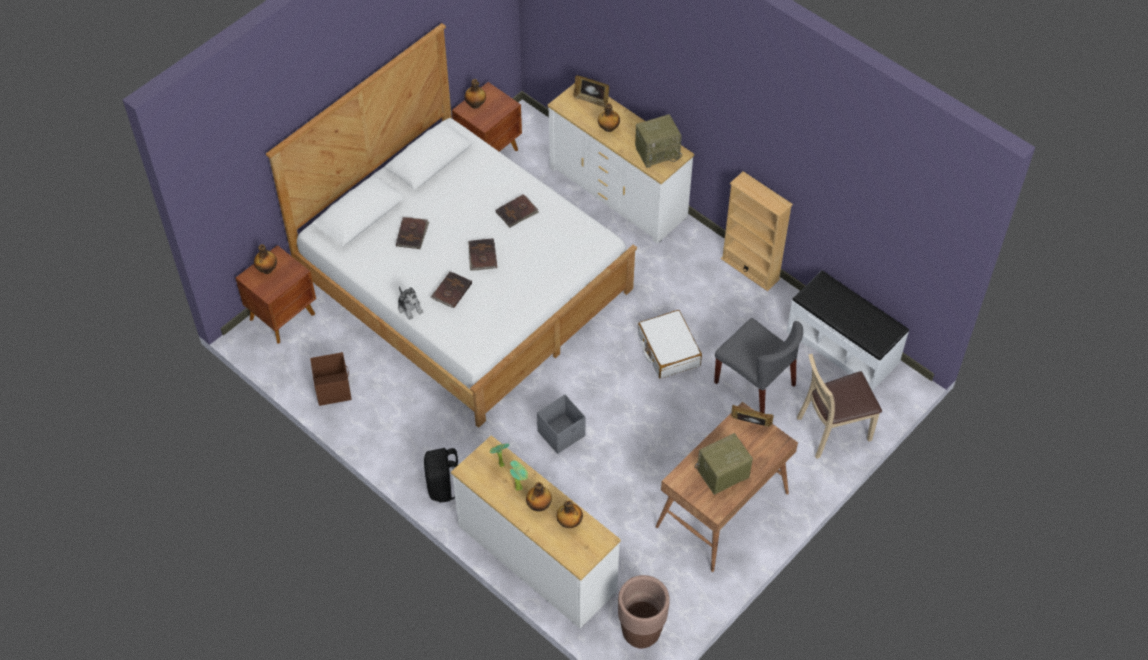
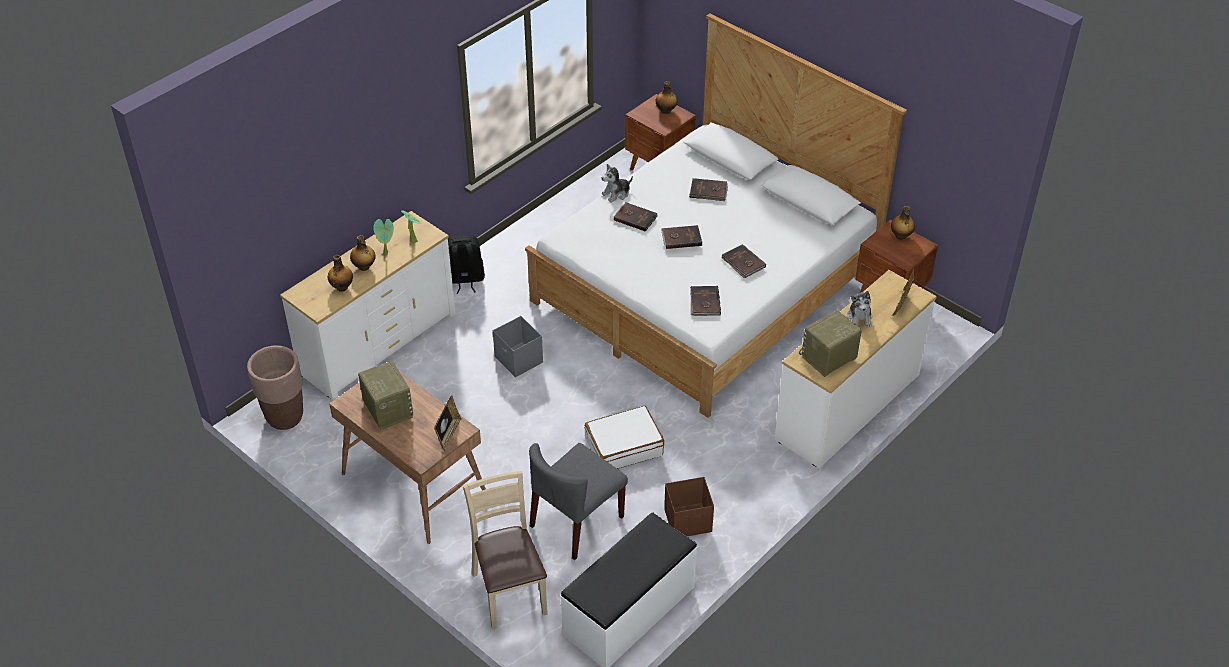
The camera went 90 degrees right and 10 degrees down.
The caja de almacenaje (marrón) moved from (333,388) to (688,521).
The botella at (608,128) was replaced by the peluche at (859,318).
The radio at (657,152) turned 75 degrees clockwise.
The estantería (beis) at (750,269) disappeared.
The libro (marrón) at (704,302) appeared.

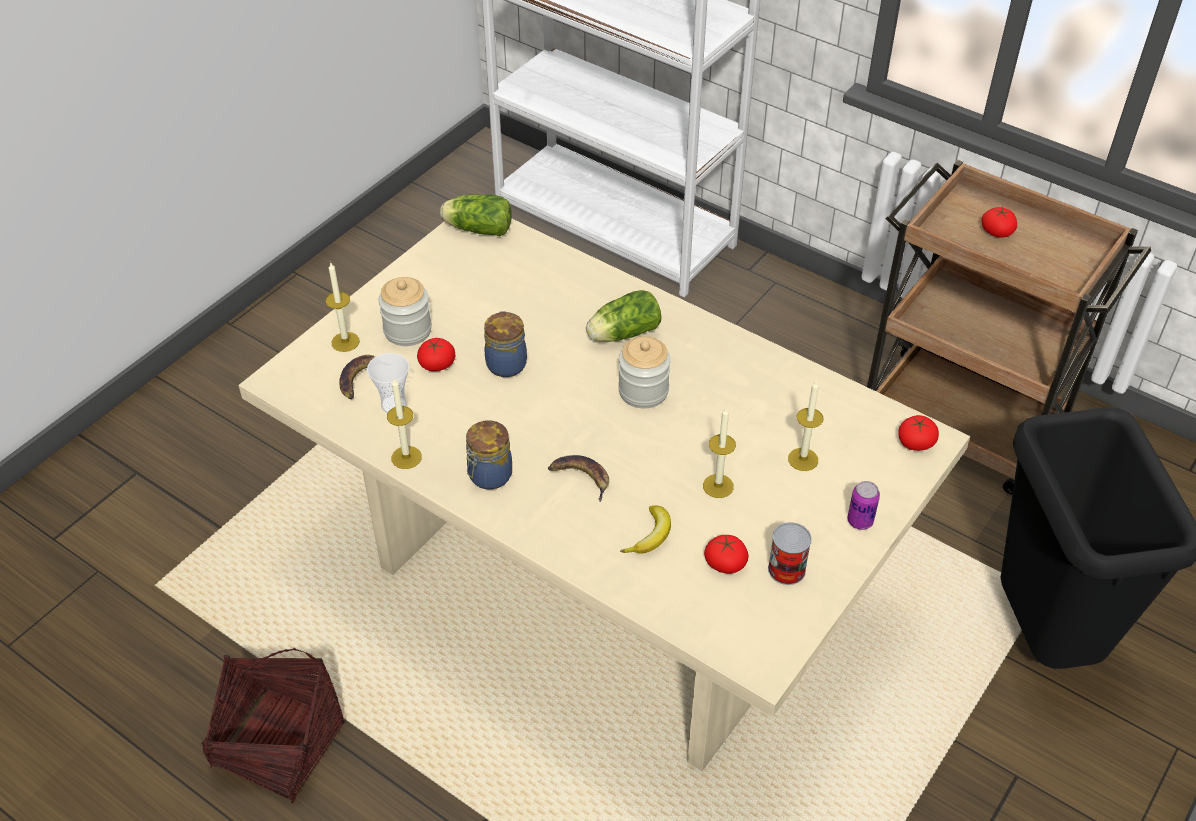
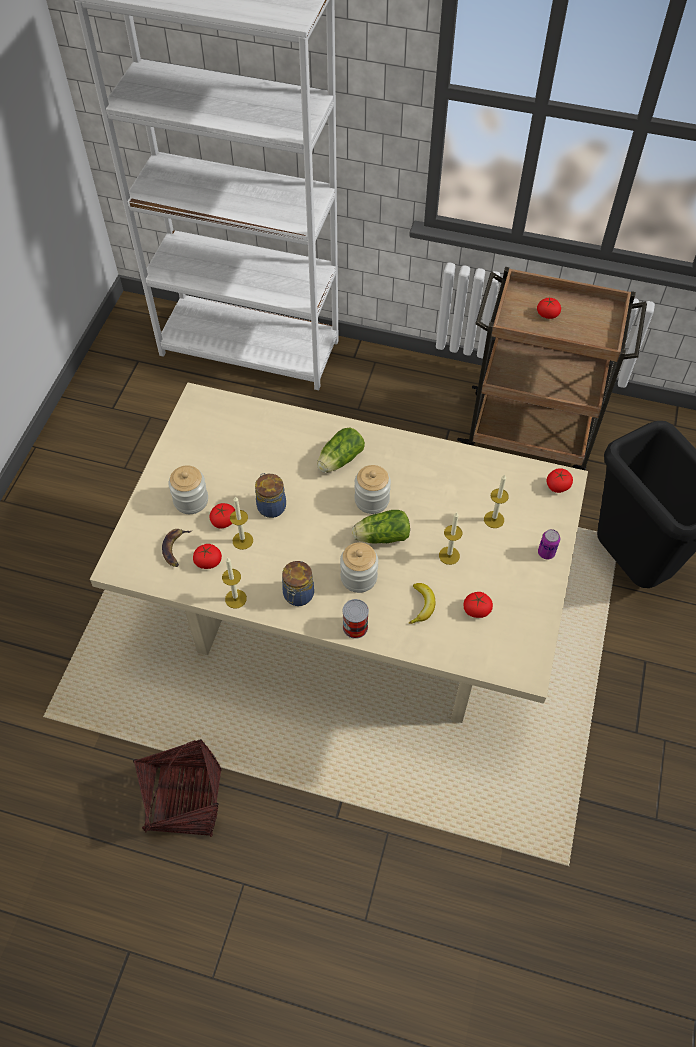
The camera went 20 degrees left and 10 degrees up.
The vela moved from (345,342) to (242,540).
The taza at (394,405) was replaced by the tomate at (208,561).
The lechuga moved from (476,228) to (380,536).
The plátano at (580,477) was replaced by the tarro at (358,577).
The lata moved from (786,569) to (355,627).

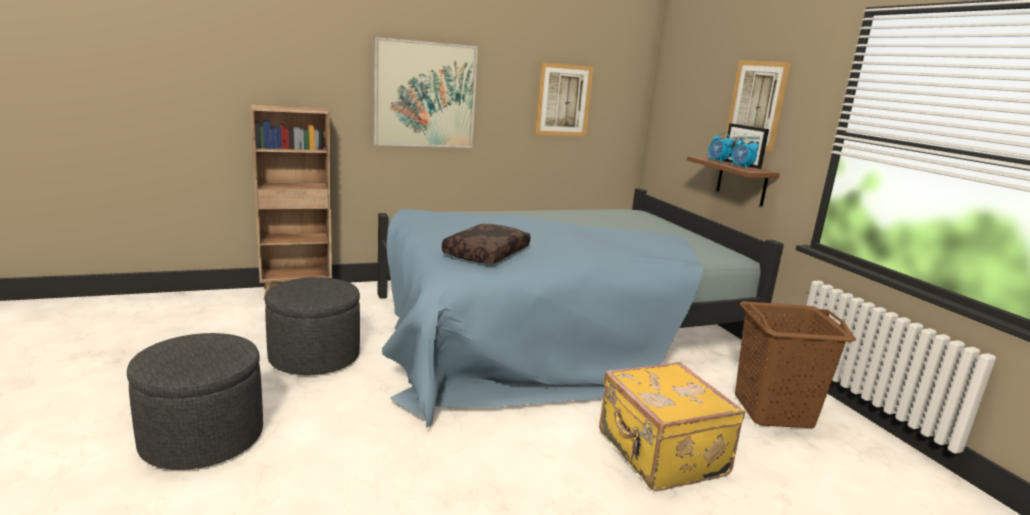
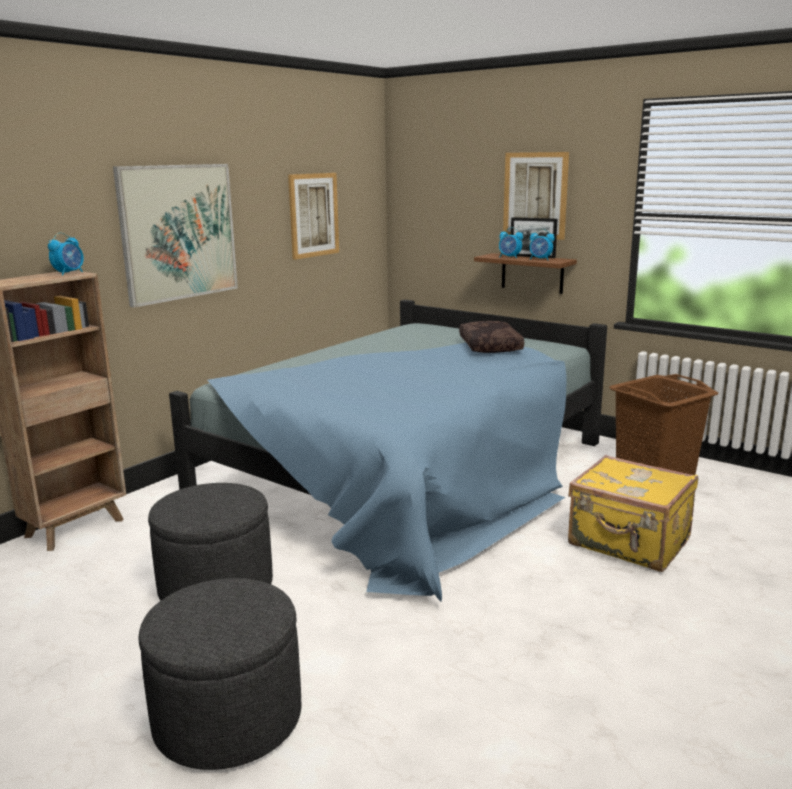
The camera went 30 degrees left and 0 degrees up.
The cojín (marrón) moved from (486,253) to (488,346).
The despertador at (69,273) appeared.

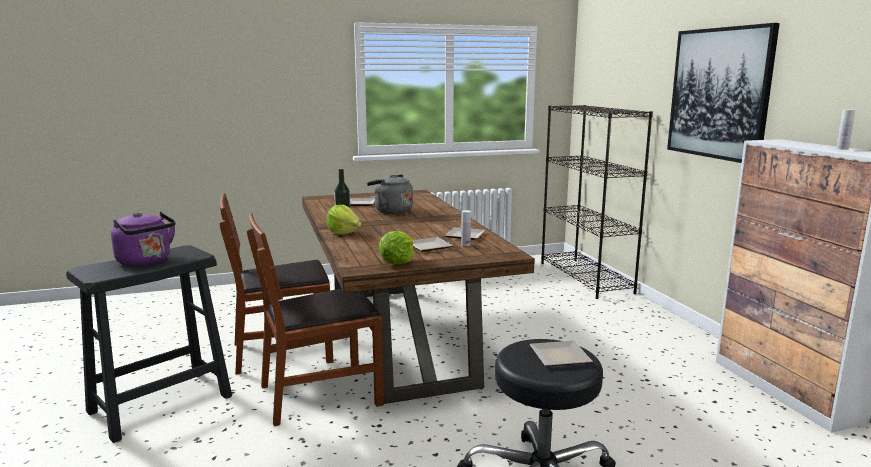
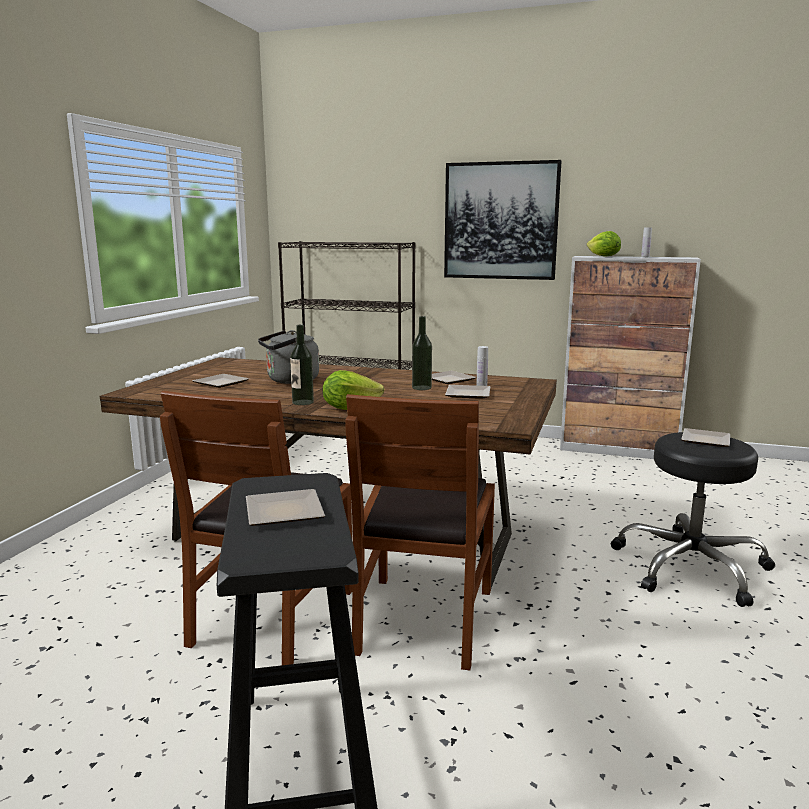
The camera went 55 degrees left and 0 degrees up.
The hervidor (morado) at (146,261) was replaced by the plato at (287,513).
The lechuga moved from (397,262) to (603,256).
The botella at (421,388) appeared.

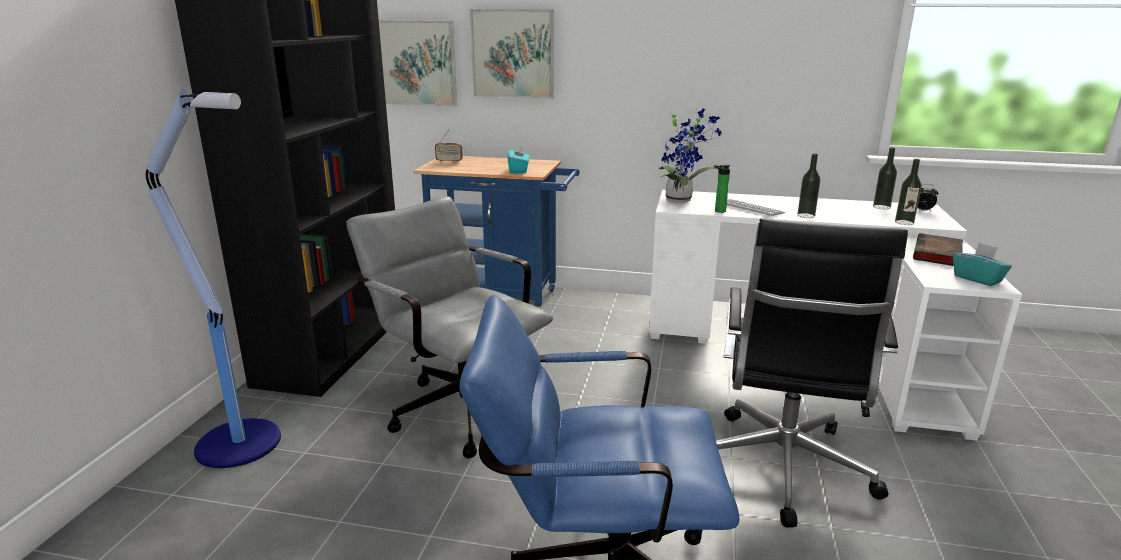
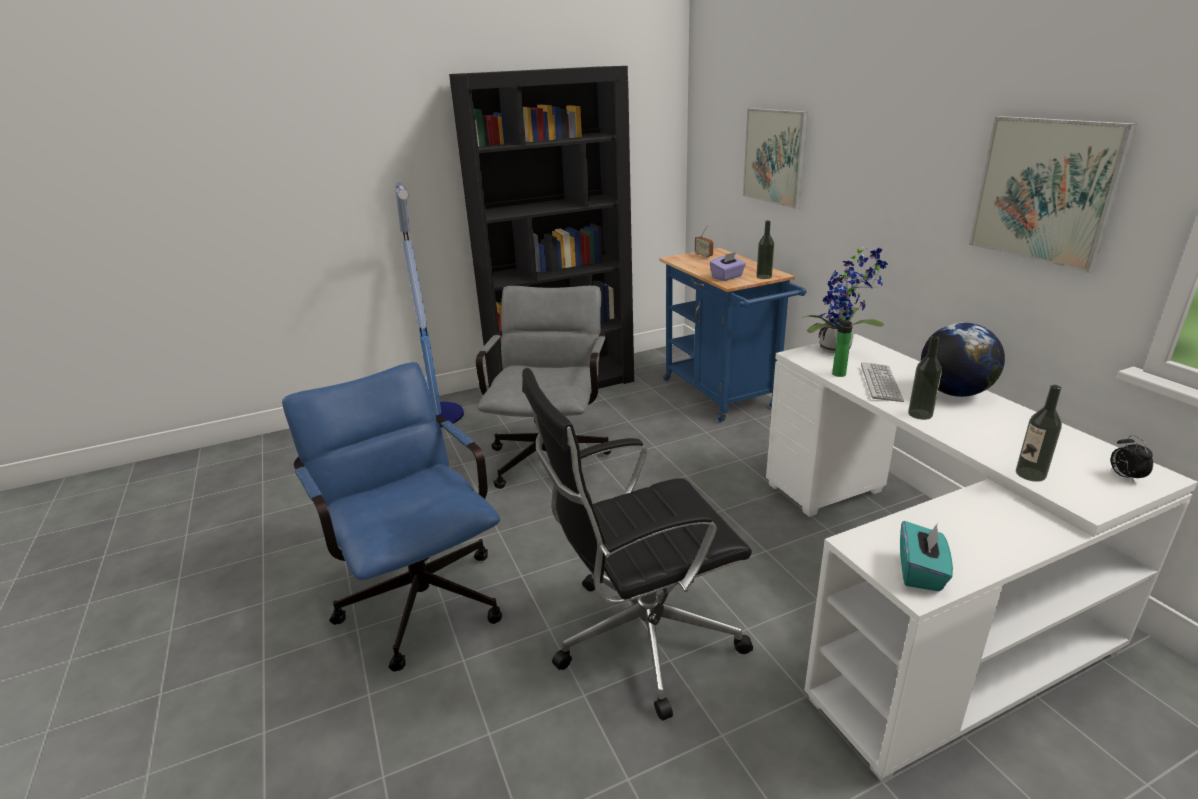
The camera went 55 degrees right and 5 degrees up.
The cuadro moved from (416,63) to (1045,191).
The caja de pañuelos (turquesa) at (518,170) became the caja de pañuelos (morado) at (727,277).
The botella moved from (881,207) to (764,277).
The libro at (938,254) disappeared.
The globo terráqueo at (954,392) appeared.

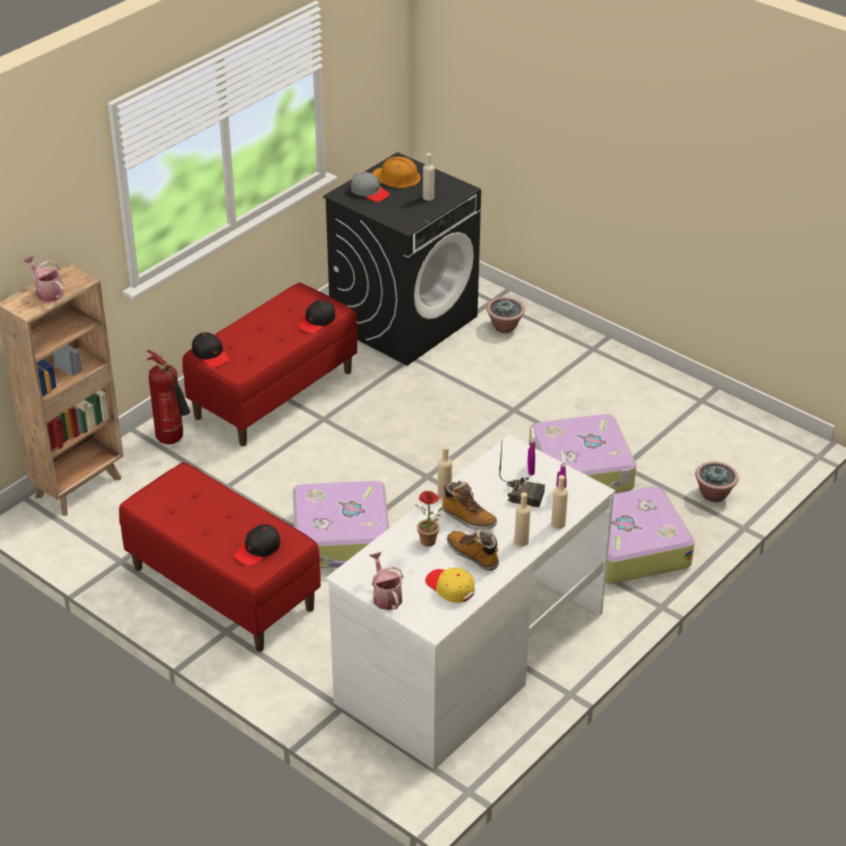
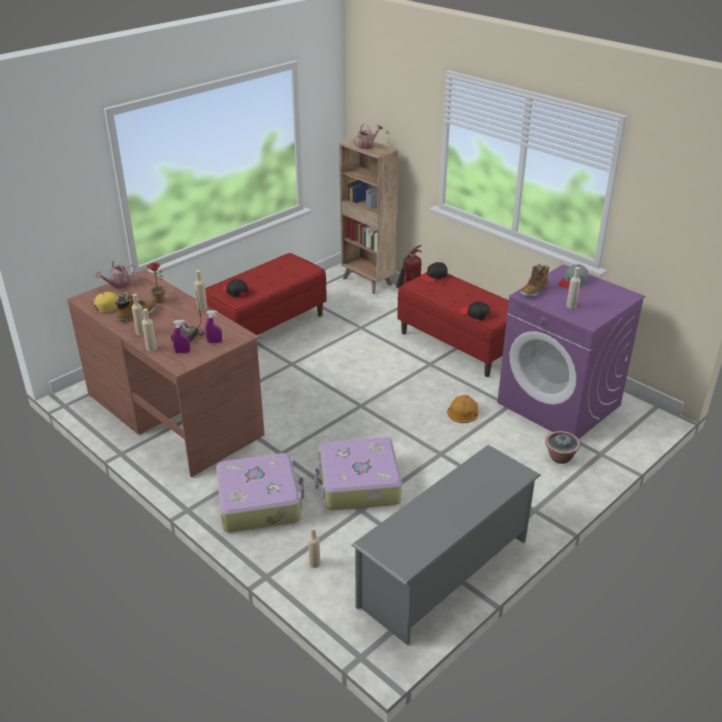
The camera went 95 degrees right and 5 degrees down.
The maleta at (342,538) disappeared.
The lavadora (negro) at (404,320) became the lavadora (morado) at (559,404).
The escritorio (blanco) at (470,657) became the escritorio (marrón) at (174,413).
The regadera at (385,596) turned 150 degrees clockwise.
The casco (naranja) moved from (396,177) to (463,411).
The bota moved from (468,518) to (533,290).
The planta en maceta at (714,494) was replaced by the botella (beis) at (314,563).
The zapatero (gris) at (445,572) appeared.

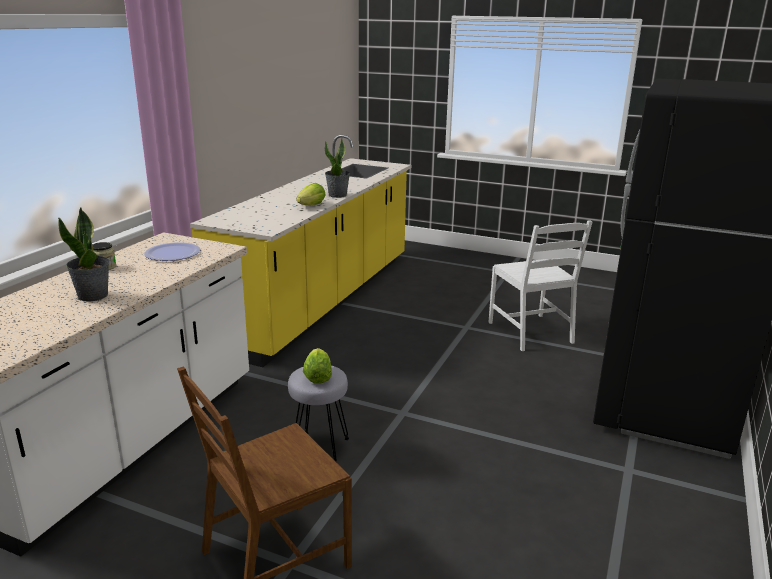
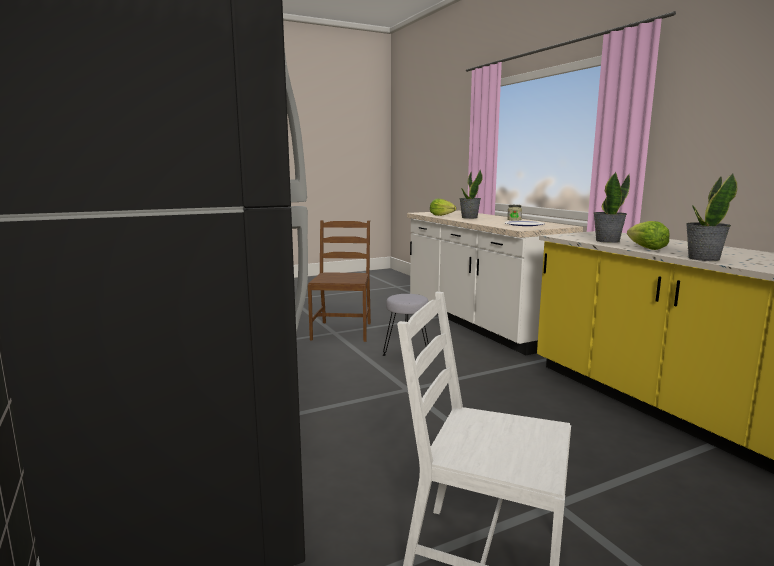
The camera went 130 degrees right and 10 degrees down.
The lechuga moved from (317,377) to (441,215).
The planta en maceta at (607,241) appeared.

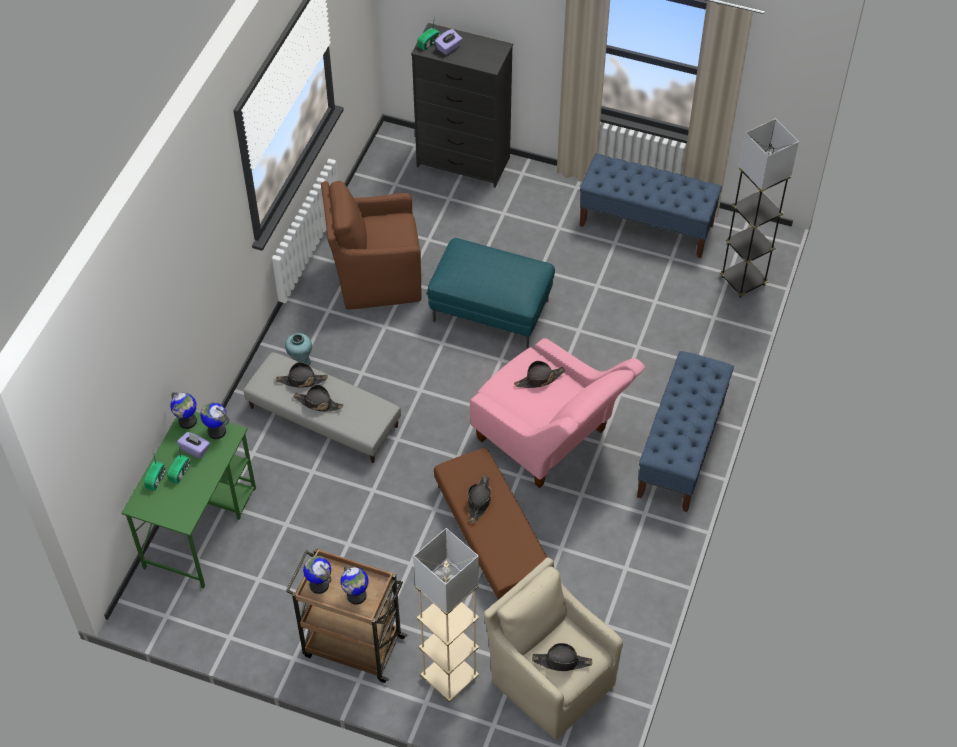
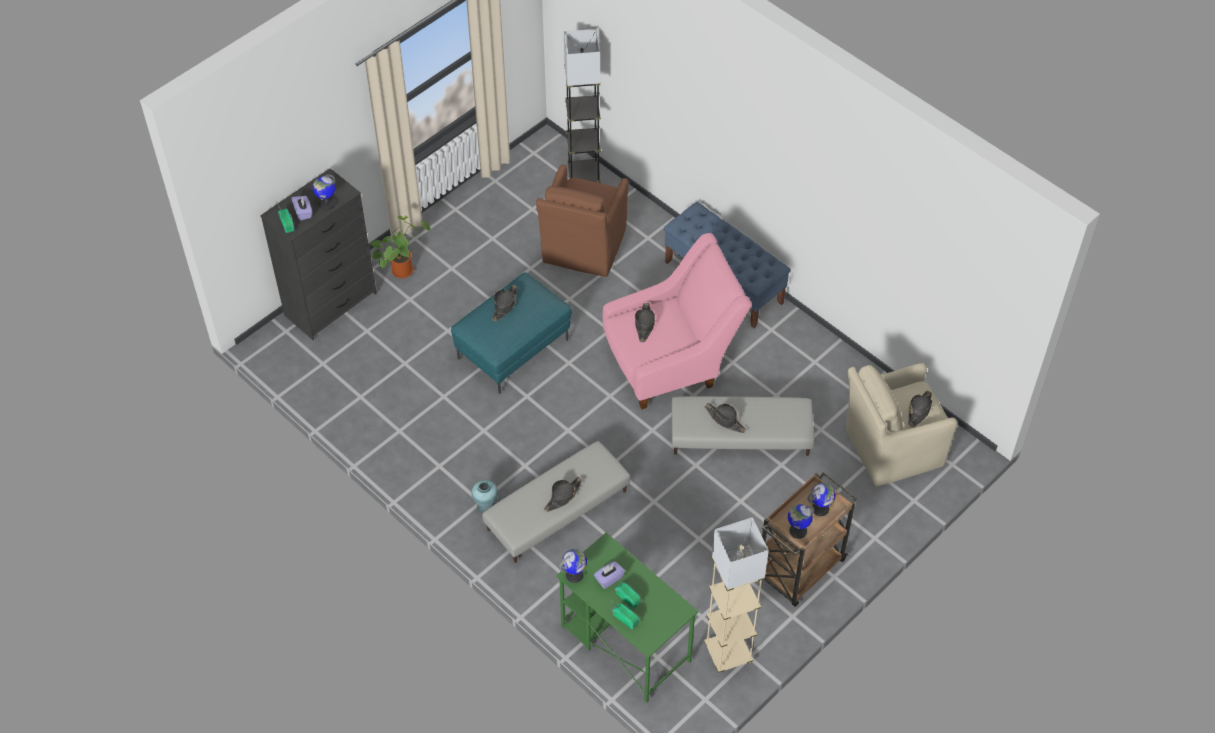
The camera went 65 degrees left and 0 degrees up.
The globo terráqueo moved from (216,431) to (327,204).
The sombrero (negro) moved from (301,380) to (504,305).
The sillón (marrón) moved from (375,278) to (583,247).
The lámpara de pie (beis) moved from (449,677) to (728,653).
The puf (marrón) at (491,534) became the puf (gris) at (740,436).
The banco (azul) at (646,225) disappeared.
The planta en maceta at (403,269) appeared.

